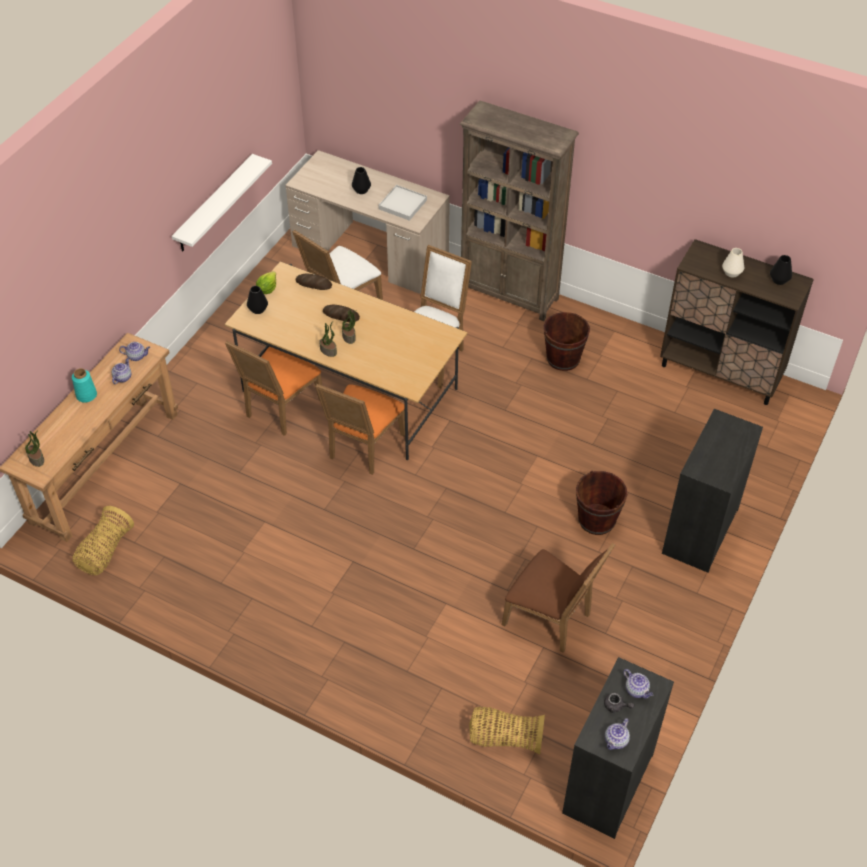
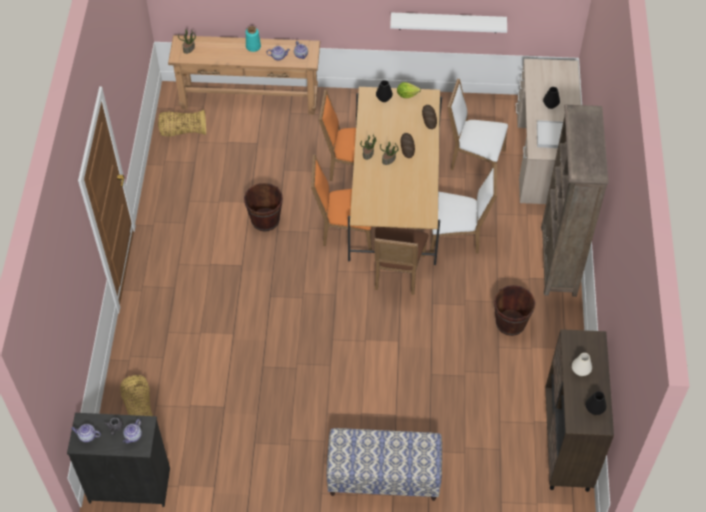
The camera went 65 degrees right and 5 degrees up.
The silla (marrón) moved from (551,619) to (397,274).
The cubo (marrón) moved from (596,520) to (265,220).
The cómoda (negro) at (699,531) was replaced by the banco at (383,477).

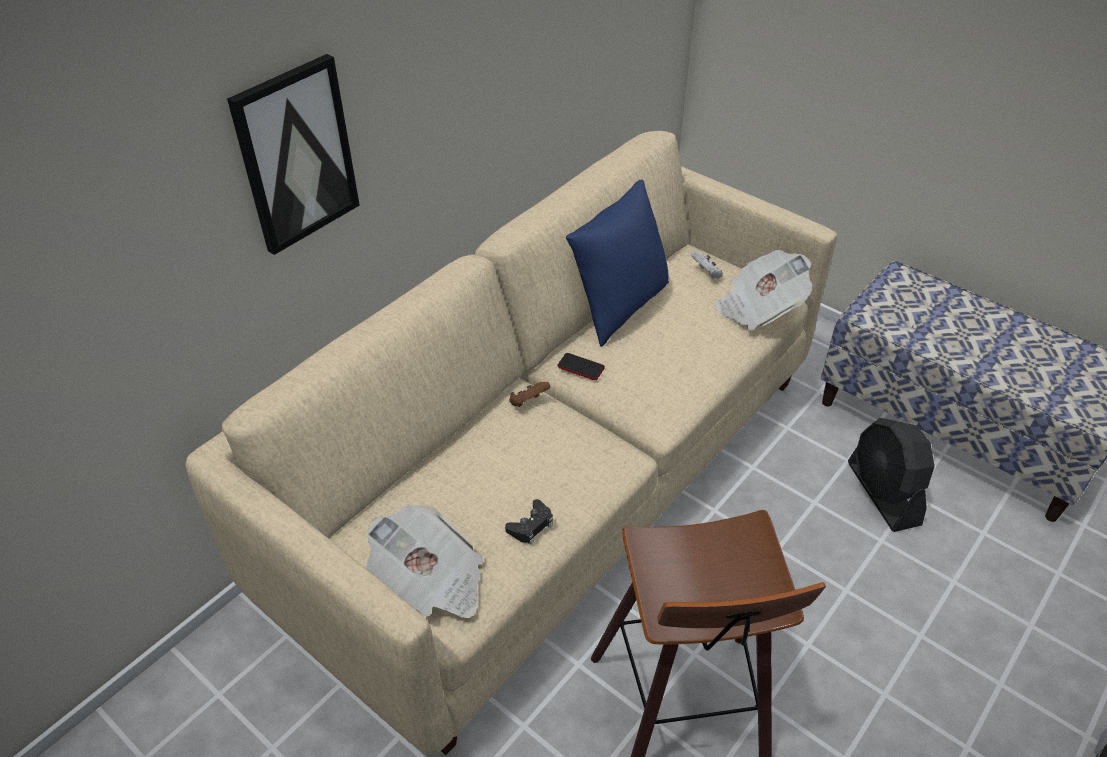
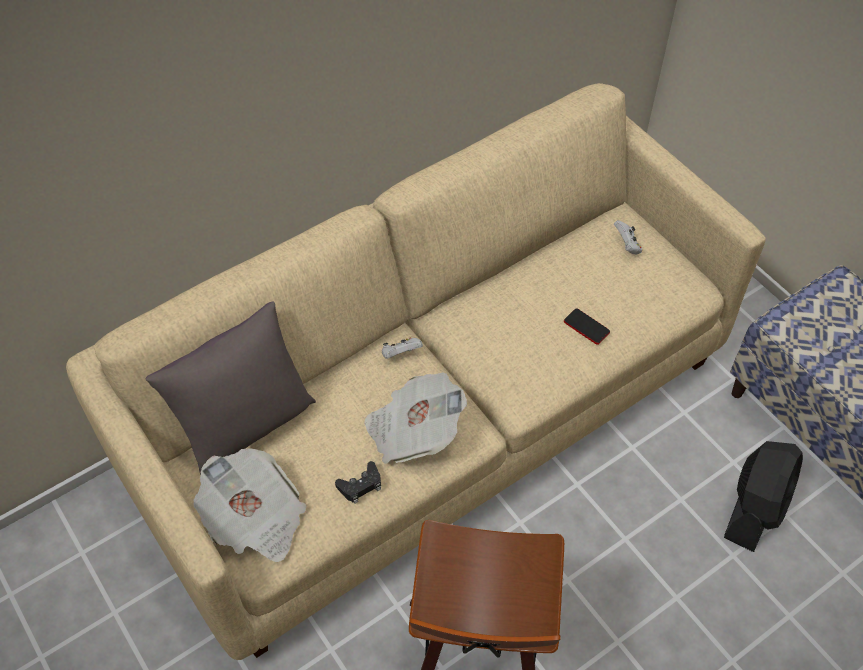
The camera went 15 degrees right and 10 degrees up.
The cuadro at (296,155) disappeared.
The mando de consola (marrón) at (528,402) became the mando de consola (blanco) at (400,354).
The móvil moved from (581,367) to (586,327).
The cojín (azul) at (618,307) disappeared.
The periódico moved from (759,308) to (413,431).
The ventilador (negro) at (883,494) turned 150 degrees counterclockwise.
The cojín (gris) at (246,426) appeared.

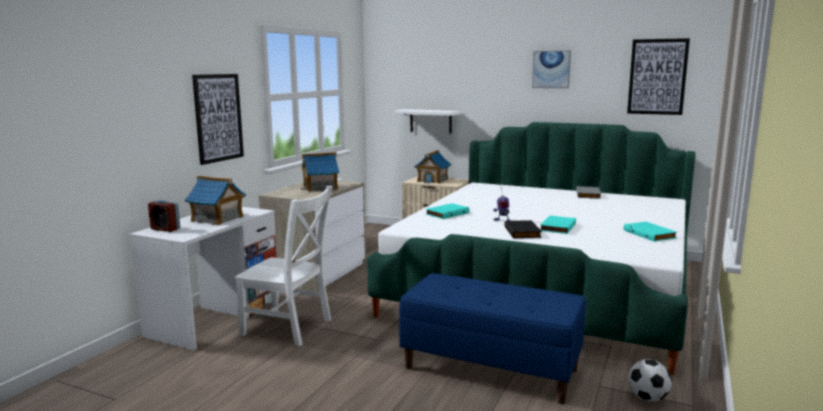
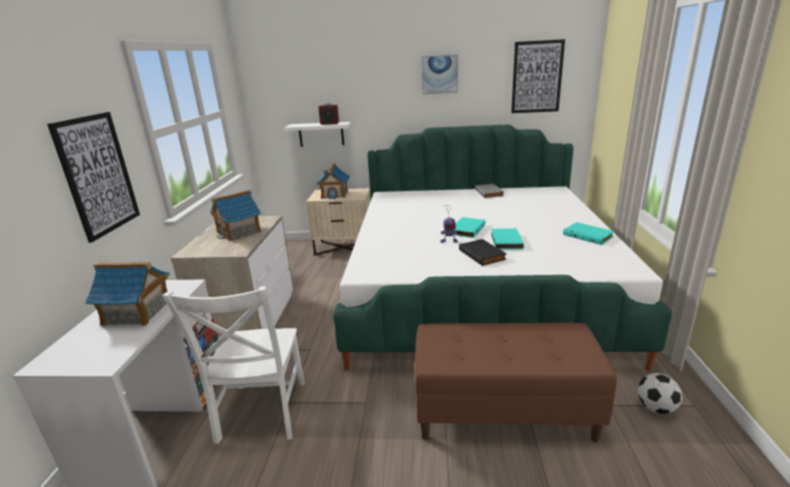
The camera went 20 degrees left and 10 degrees up.
The despertador moved from (165,229) to (329,123).
The silla (blanco) at (290,328) turned 90 degrees clockwise.
The banco (azul) at (491,368) became the banco (marrón) at (504,411).
The libro (turquesa) moved from (447,213) to (466,229).

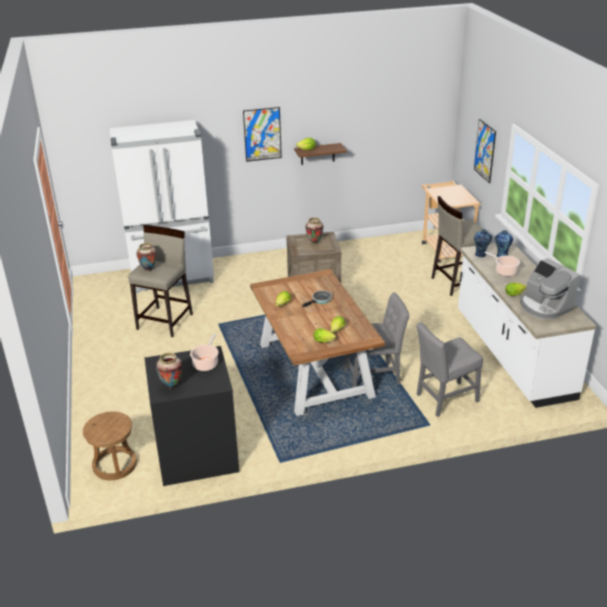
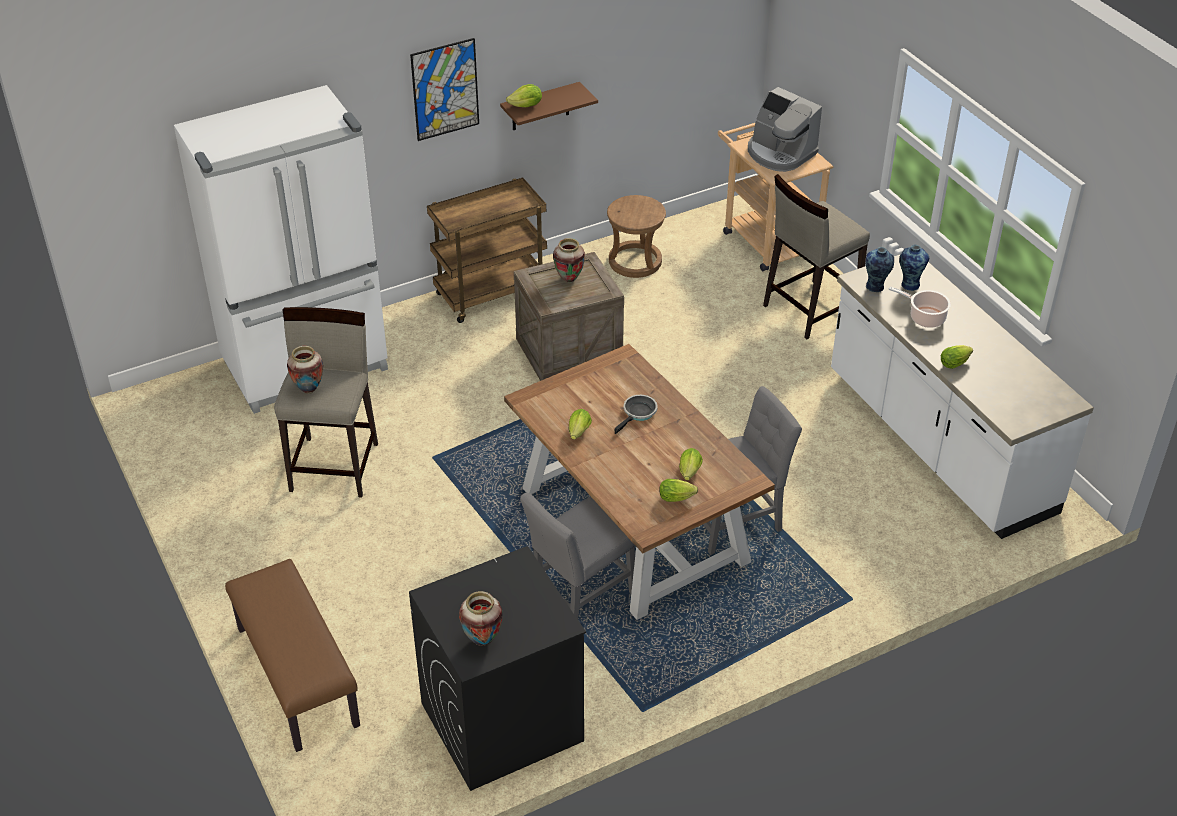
The camera went 15 degrees left and 10 degrees up.
The taburete (marrón) moved from (115,465) to (635,261).
The olla at (206,363) disappeared.
The silla (gris) moved from (444,399) to (580,598).
The cuadro at (485,151) disappeared.
The cafetera moved from (544,306) to (780,153).
The banco (marrón) at (296,676) appeared.
The carrito (marrón) at (491,293) appeared.

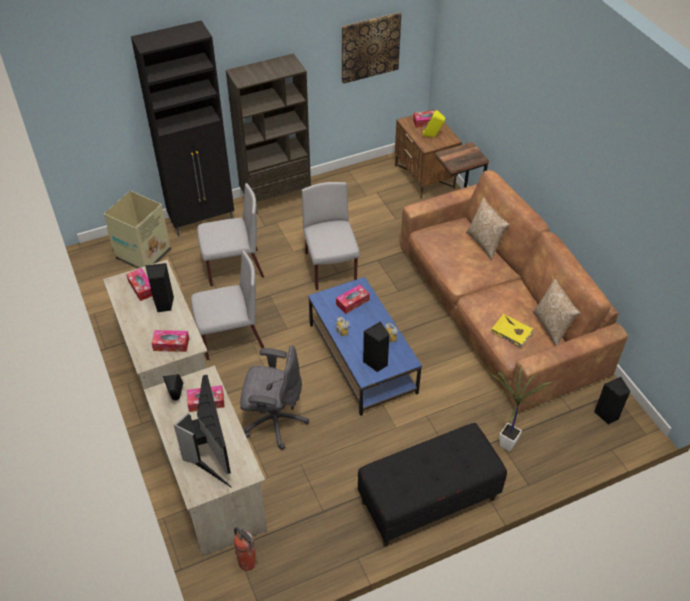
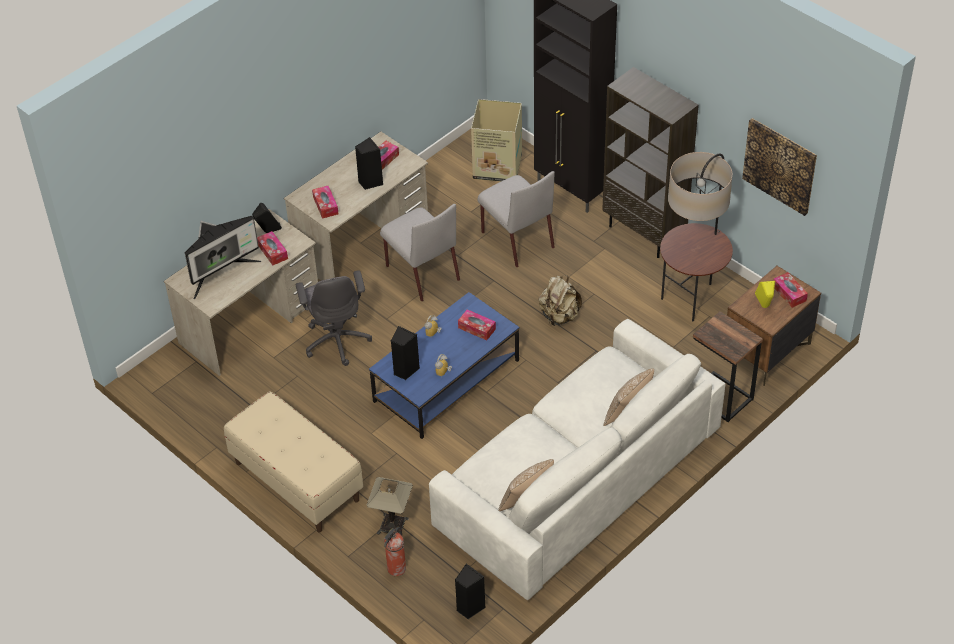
The camera went 70 degrees right and 0 degrees up.
The extintor moved from (248,562) to (396,569).
The silla (gris) at (331,269) was replaced by the mochila (beis) at (559,316).
The banco (negro) at (428,501) became the banco (beis) at (296,481).
The sofá (marrón) at (497,309) became the sofá (blanco) at (577,476).
The planta en maceta at (505,442) was replaced by the lámpara de mesa at (392,526).
The libro (amarillo) at (511,332) disappeared.
The lámpara de pie at (691,298) appeared.

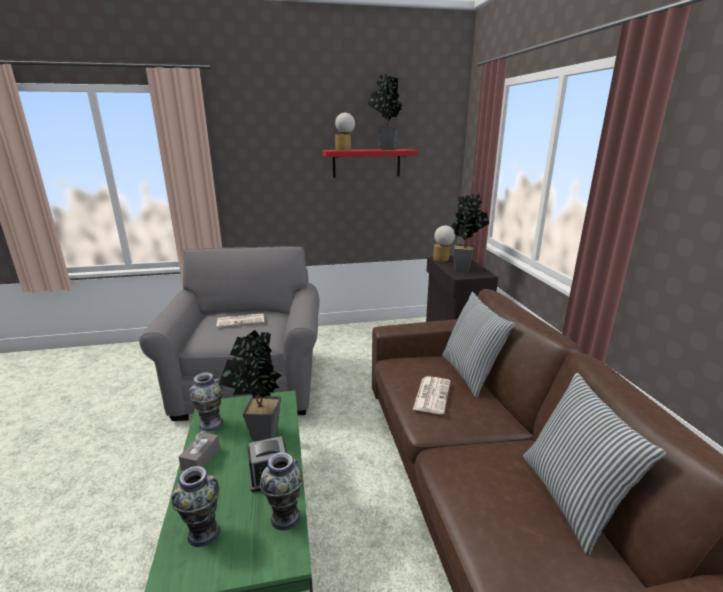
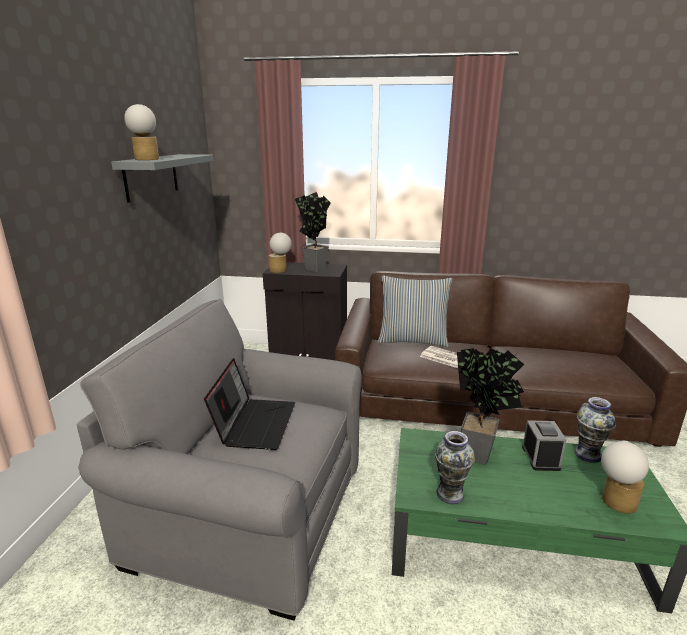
The camera went 70 degrees left and 0 degrees up.
The florero at (203,533) was replaced by the lámpara de mesa at (614,502).
The caja de pañuelos (gris) at (201,458) disappeared.
The periódico at (241,320) was replaced by the portátil at (254,423).
The estante (rojo) at (366,163) became the estante (gris) at (151,176).
The planta en maceta at (386,149) disappeared.
The cojín at (571,498) disappeared.

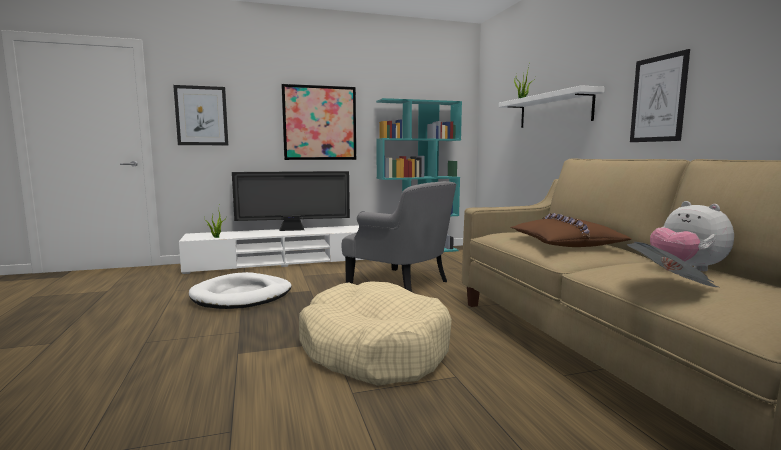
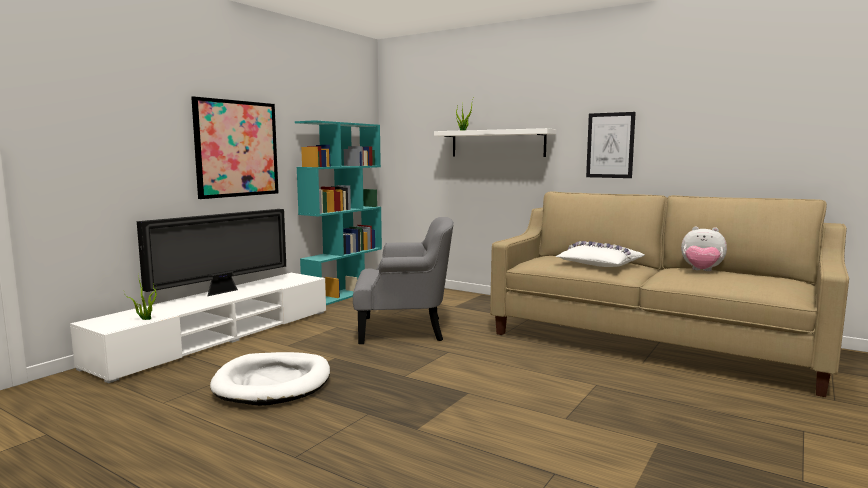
The camera went 40 degrees left and 0 degrees up.
The cuadro at (201,116) disappeared.
The cama para perro (beis) at (373,349) disappeared.
The cojín (marrón) at (564,243) became the cojín (blanco) at (599,264).
The periódico at (671,286) disappeared.

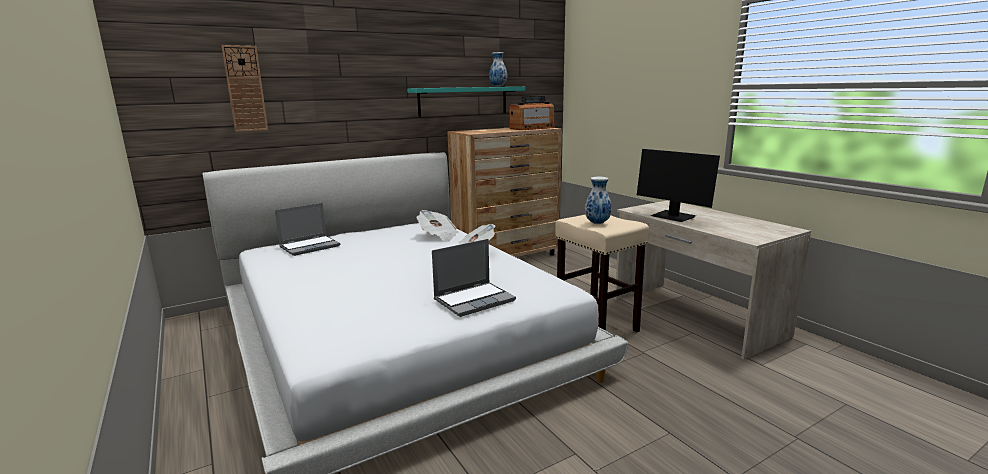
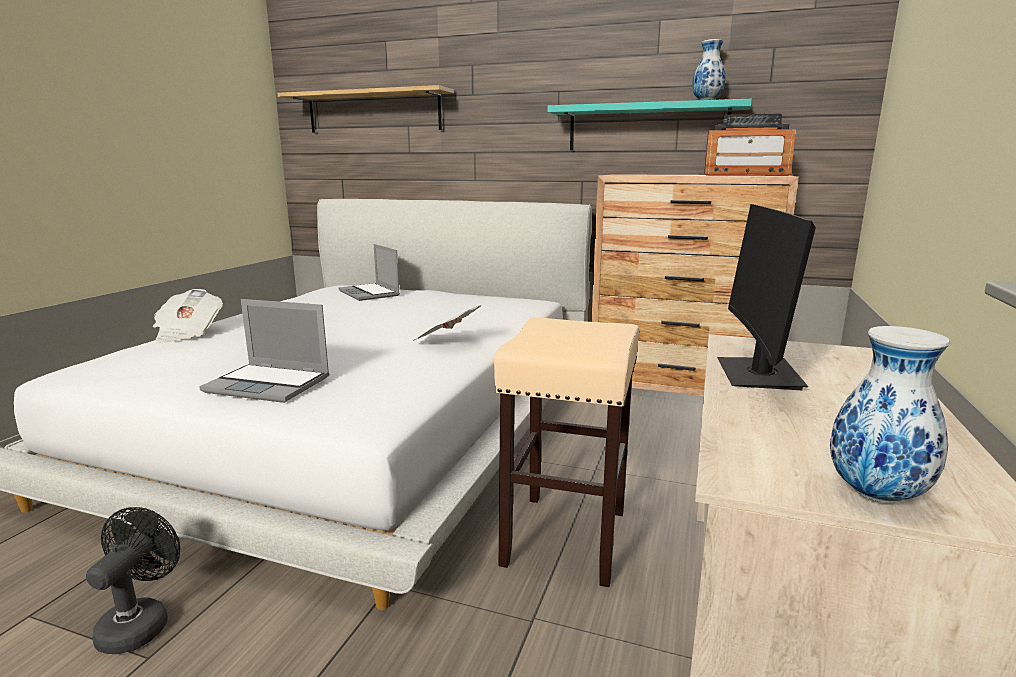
The camera went 50 degrees right and 0 degrees up.
The reloj de pared at (245,89) was replaced by the estante at (373,112).
The portátil at (310,246) turned 45 degrees clockwise.
The periódico moved from (438,236) to (187,333).
The florero moved from (597,223) to (878,494).
The ventilador (negro) at (140,622) appeared.

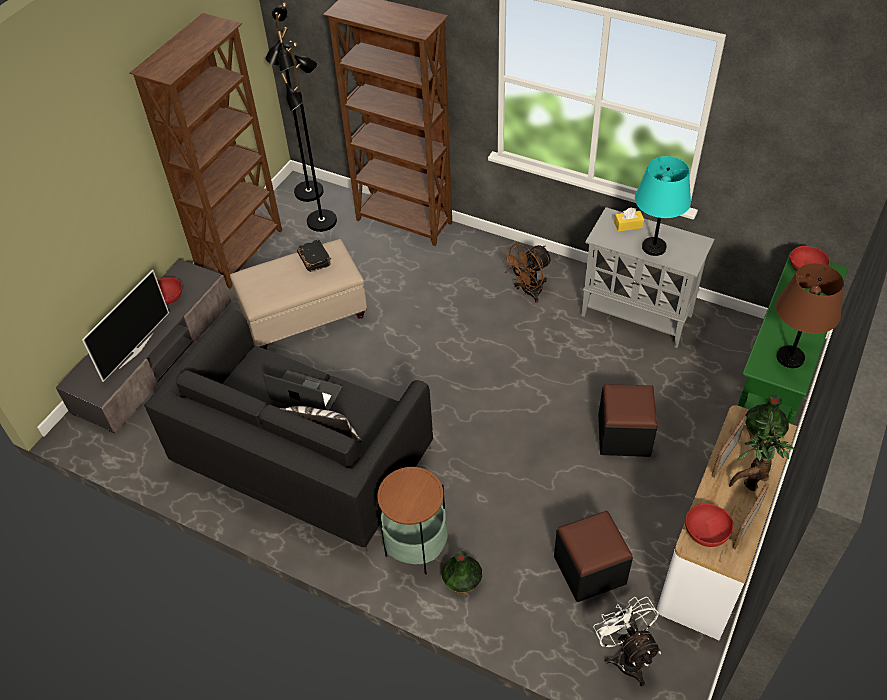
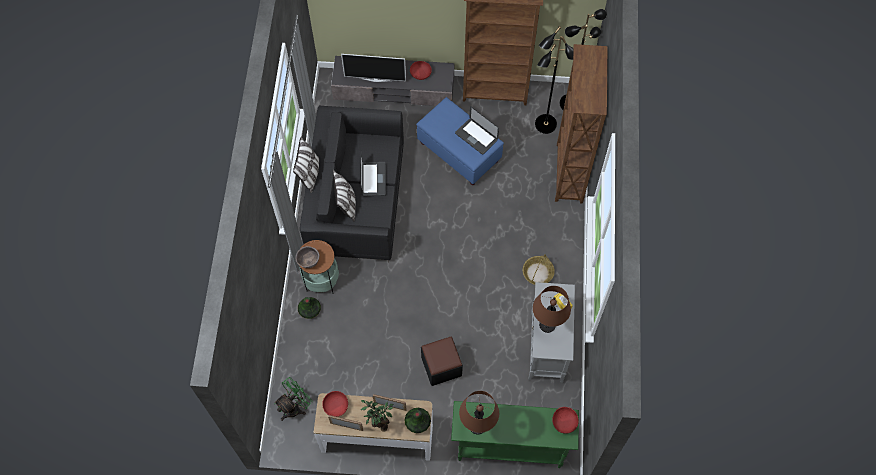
The camera went 65 degrees right and 15 degrees up.
The puf (beis) at (305,315) became the puf (azul) at (459,152).
The libro (negro) at (315,260) was replaced by the portátil at (476,137).
The ventilador (marrón) at (528,292) was replaced by the cesta at (538,273).
The puf (negro) at (589,570) disappeared.
The ventilador (blanco) at (626,656) became the ventilador (verde) at (295,407).
The lámpara de mesa (turquesa) at (653,247) became the lámpara de mesa (marrón) at (547,324).
The cojín at (309,174) appeared.
The cuenco (marrón) at (308,262) appeared.

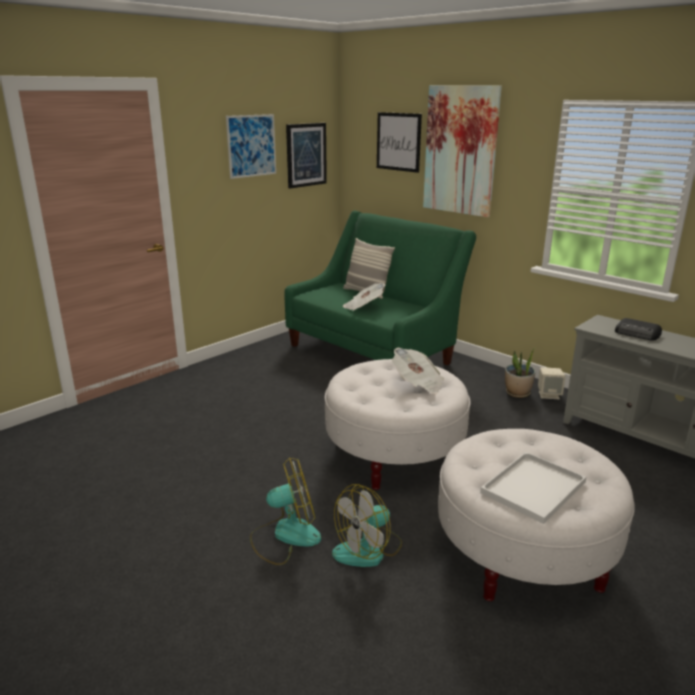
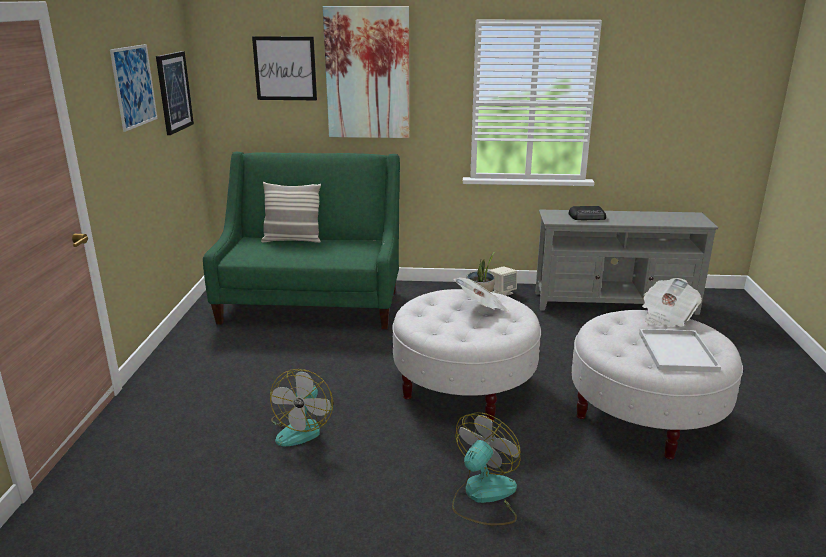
The camera went 40 degrees left and 0 degrees up.
The ventilador moved from (368,549) to (302,428).
The periódico moved from (363,307) to (666,317).

